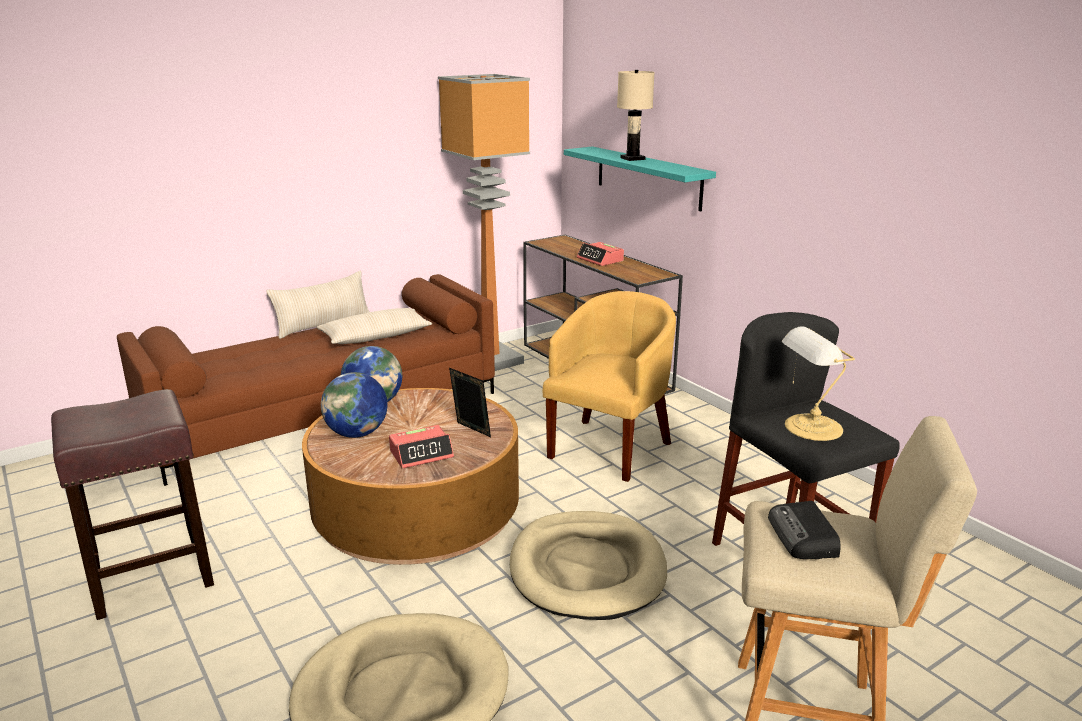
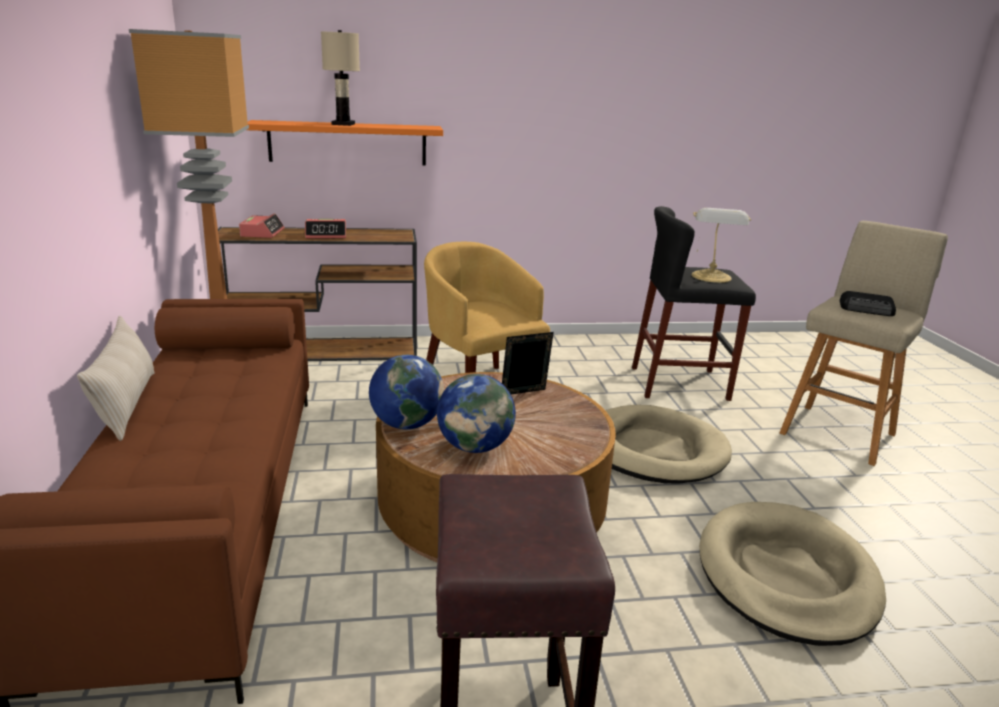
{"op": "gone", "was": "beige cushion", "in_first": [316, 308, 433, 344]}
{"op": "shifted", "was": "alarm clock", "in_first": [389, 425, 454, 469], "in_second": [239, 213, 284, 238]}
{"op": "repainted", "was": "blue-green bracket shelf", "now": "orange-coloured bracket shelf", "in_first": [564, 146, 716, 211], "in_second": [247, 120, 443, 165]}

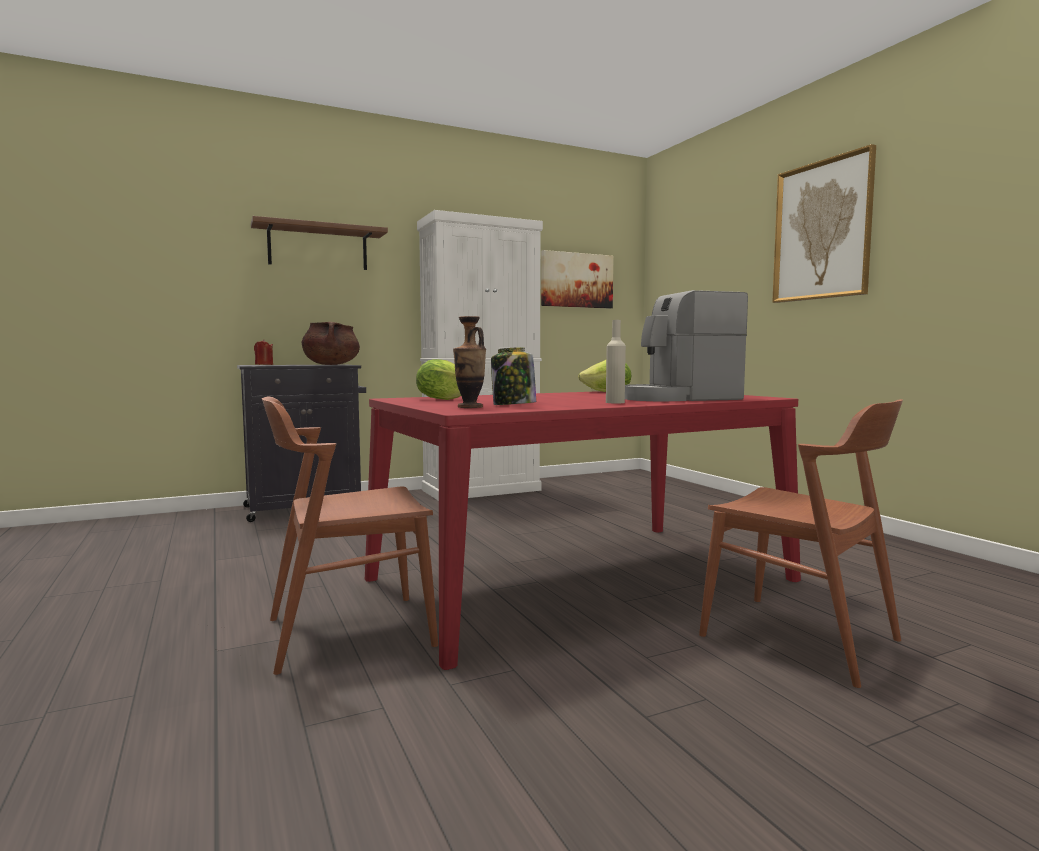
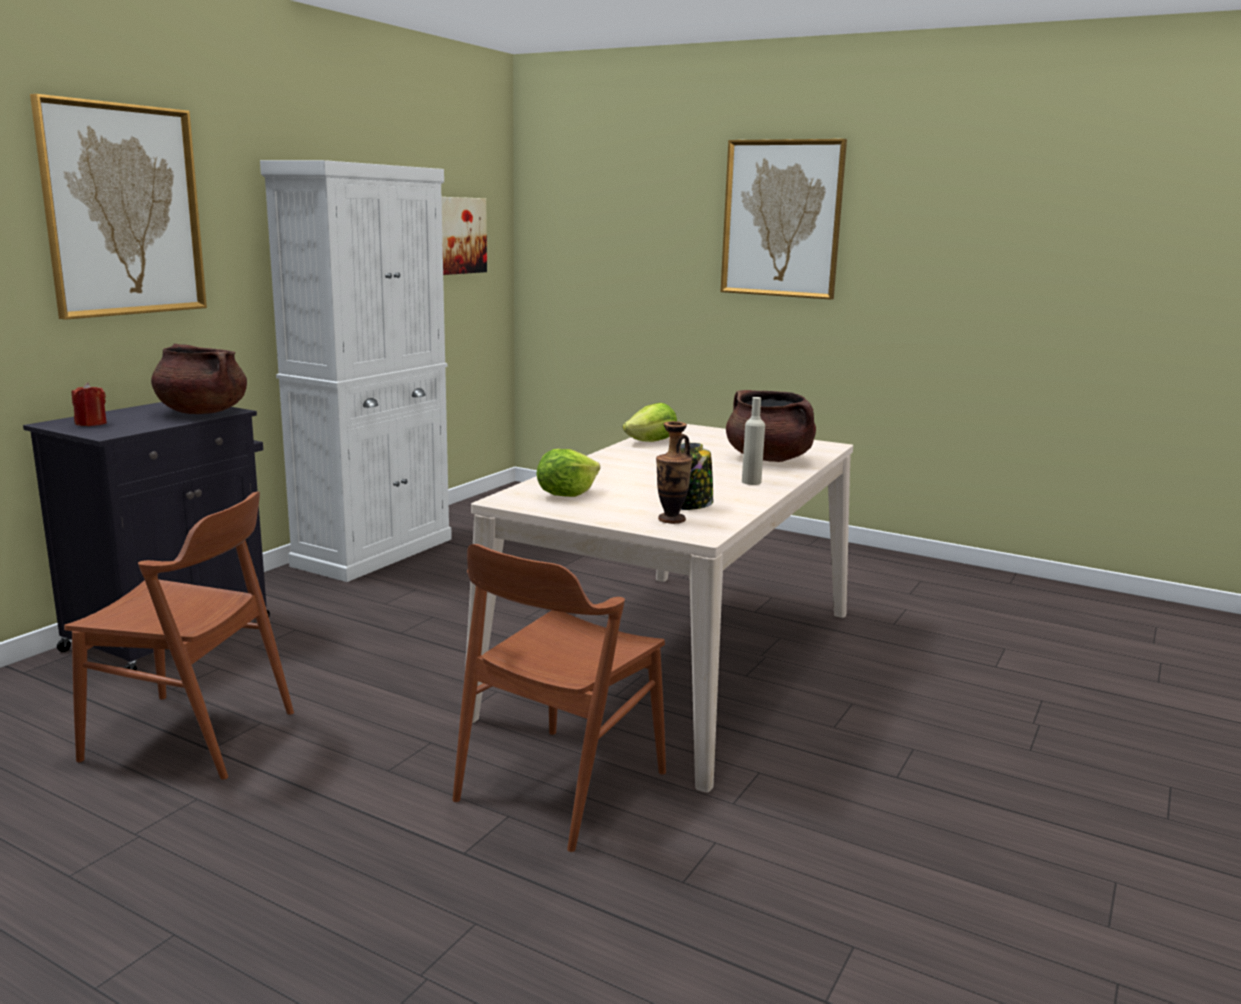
{"op": "swapped", "was": "brown bracket shelf", "now": "wall art", "in_first": [251, 216, 388, 270], "in_second": [30, 94, 207, 320]}
{"op": "repainted", "was": "red-coloured dining table", "now": "beige dining table", "in_first": [365, 391, 801, 670], "in_second": [465, 424, 853, 792]}
{"op": "swapped", "was": "coffee brewer", "now": "brown saucepot", "in_first": [625, 290, 748, 402], "in_second": [726, 390, 816, 462]}
{"op": "shifted", "was": "brown upright chair", "in_first": [699, 399, 903, 688], "in_second": [64, 491, 294, 780]}

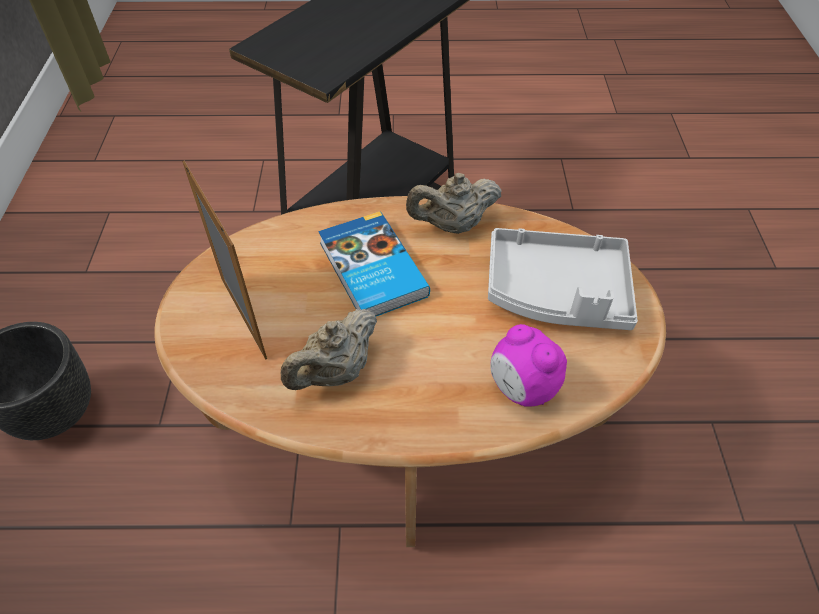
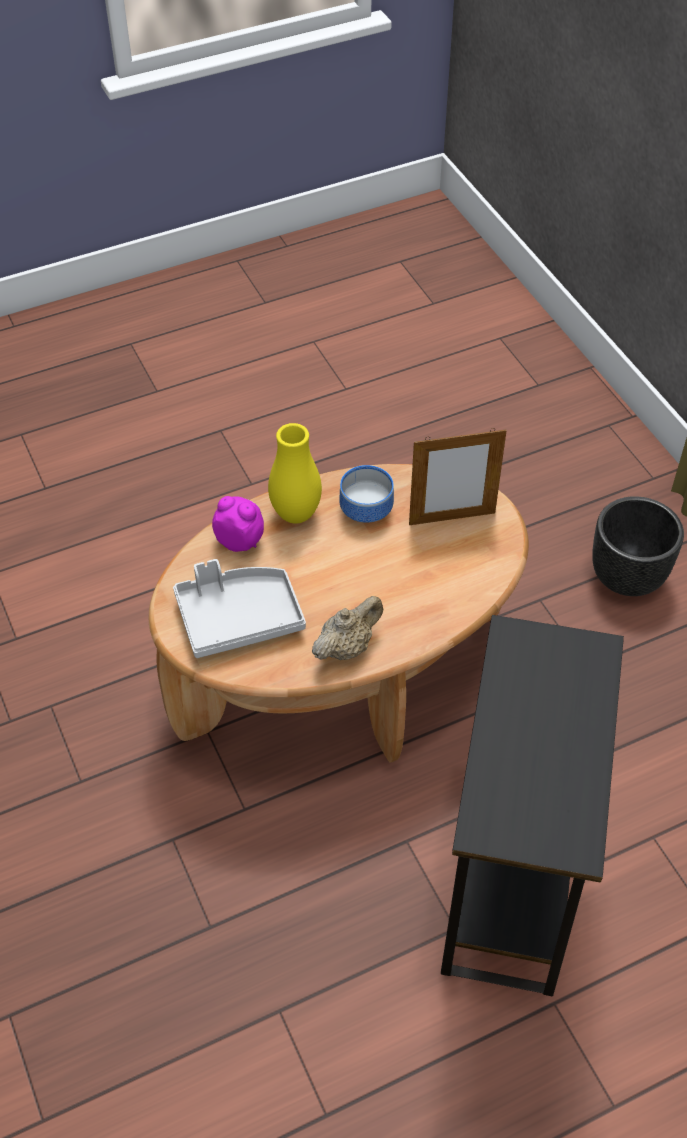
{"op": "rotated", "was": "photo frame", "in_first": [182, 161, 267, 360], "in_second": [409, 428, 507, 525], "clockwise": -45}
{"op": "swapped", "was": "beige teapot", "now": "deep dish", "in_first": [281, 309, 377, 390], "in_second": [339, 465, 394, 523]}
{"op": "gone", "was": "volume", "in_first": [318, 212, 430, 317]}
{"op": "new", "now": "yellow vase", "in_second": [268, 423, 322, 524]}

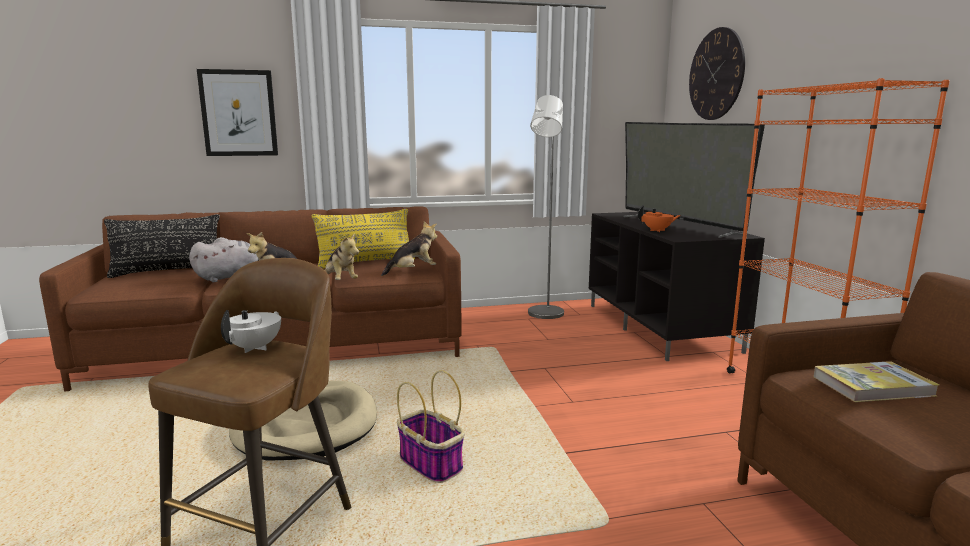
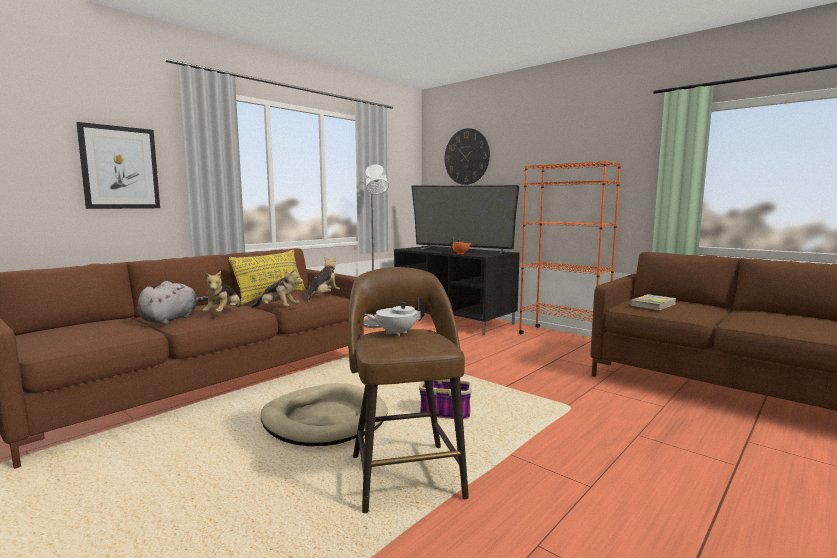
{"op": "gone", "was": "blackish cushion", "in_first": [104, 214, 220, 278]}
{"op": "rotated", "was": "whitish teapot", "in_first": [221, 310, 281, 353], "in_second": [365, 296, 425, 336], "clockwise": -90}

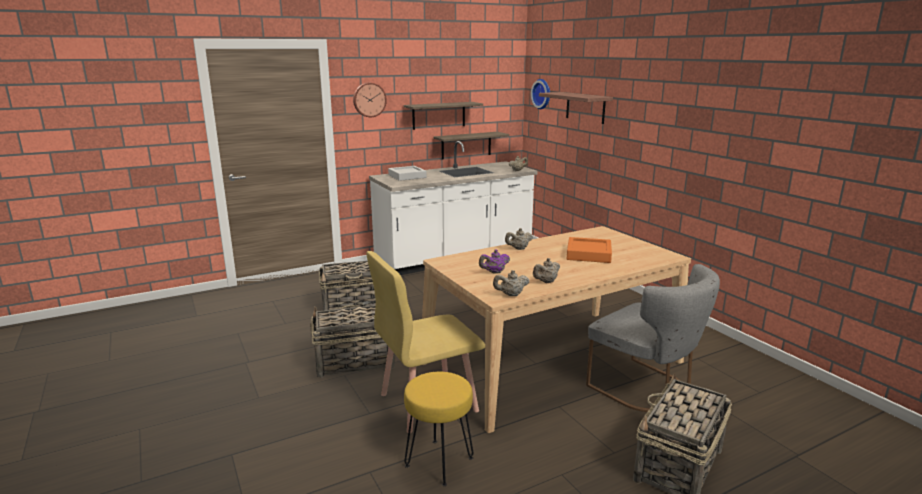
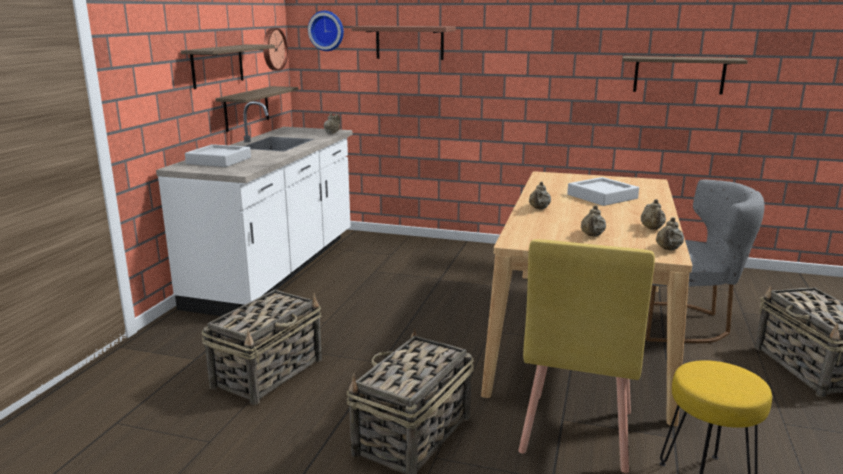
{"op": "shifted", "was": "clock on the wall", "in_first": [353, 83, 387, 117], "in_second": [263, 28, 288, 71]}
{"op": "repainted", "was": "purplish teapot", "now": "beige teapot", "in_first": [479, 250, 510, 274], "in_second": [581, 205, 606, 237]}
{"op": "repainted", "was": "orange-coloured tray", "now": "gray tray", "in_first": [567, 237, 612, 263], "in_second": [567, 177, 639, 206]}
{"op": "new", "now": "bracket shelf", "in_second": [622, 56, 748, 95]}

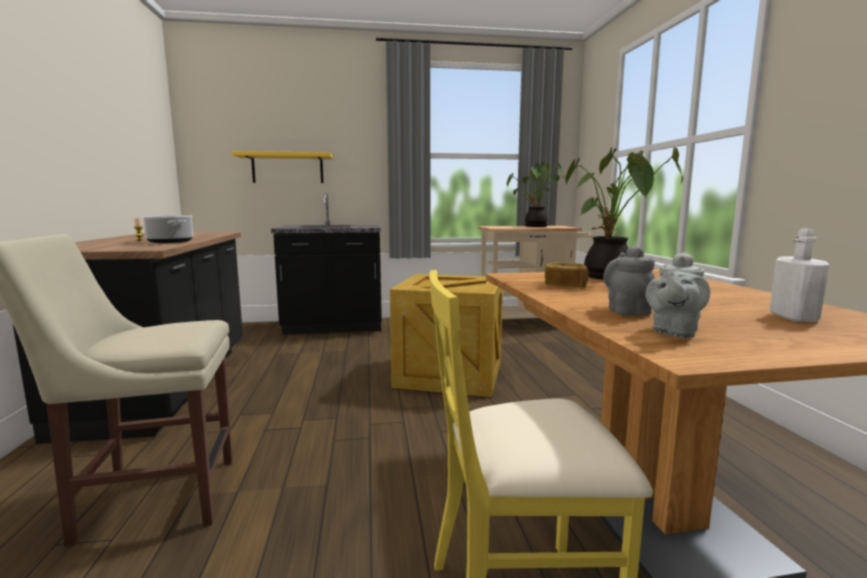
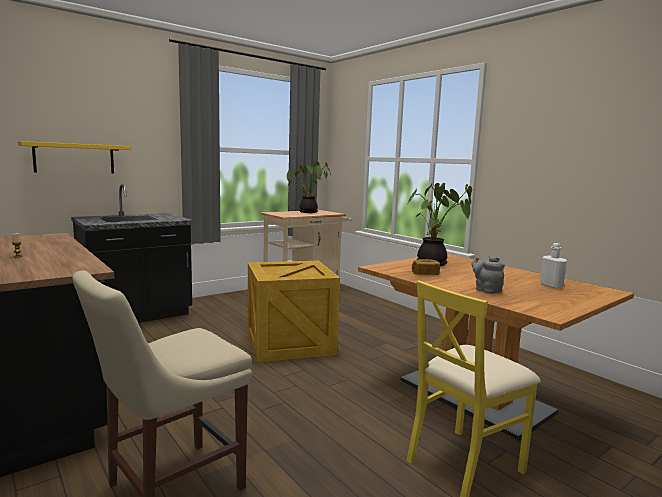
{"op": "gone", "was": "saucepot", "in_first": [142, 215, 193, 243]}
{"op": "gone", "was": "gray teapot", "in_first": [646, 252, 710, 338]}

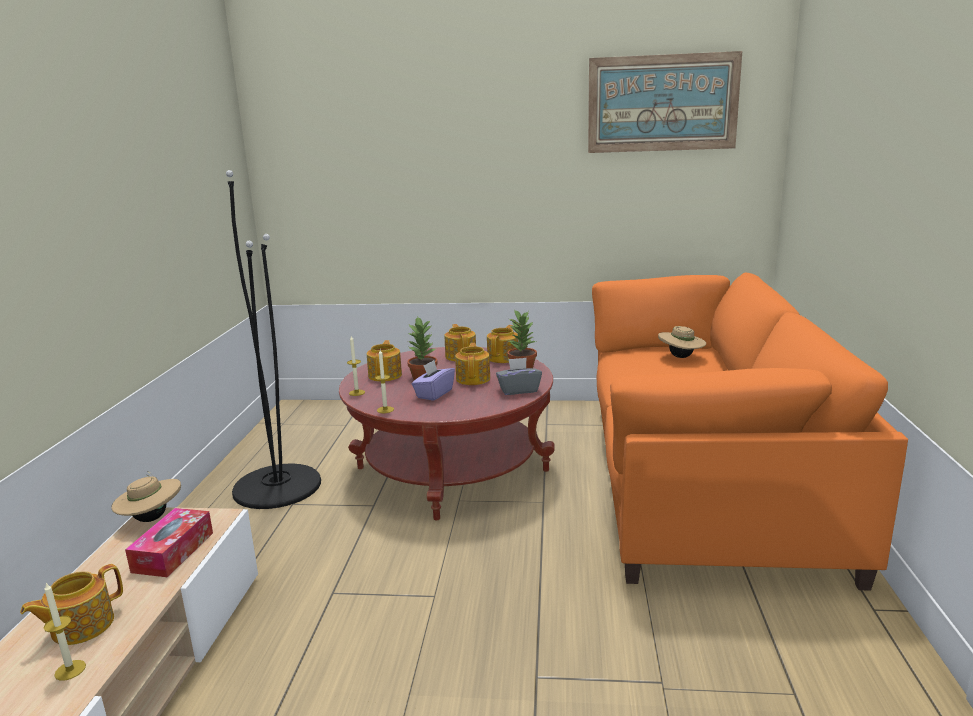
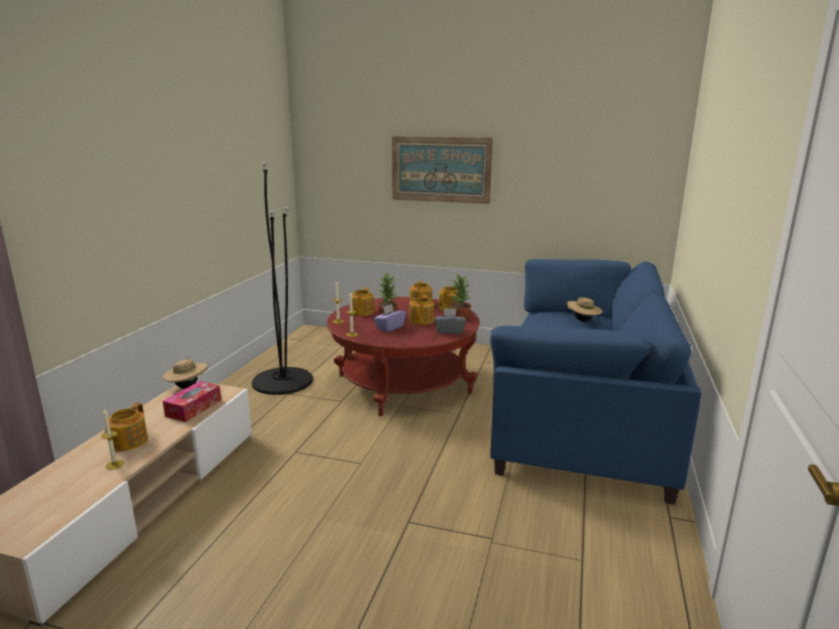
{"op": "rotated", "was": "teapot", "in_first": [20, 564, 123, 645], "in_second": [105, 403, 148, 451], "clockwise": -45}
{"op": "shifted", "was": "wall art", "in_first": [588, 51, 742, 153], "in_second": [392, 136, 493, 204]}
{"op": "repainted", "was": "orange-coloured couch", "now": "blue-coloured couch", "in_first": [592, 273, 908, 591], "in_second": [490, 259, 702, 505]}

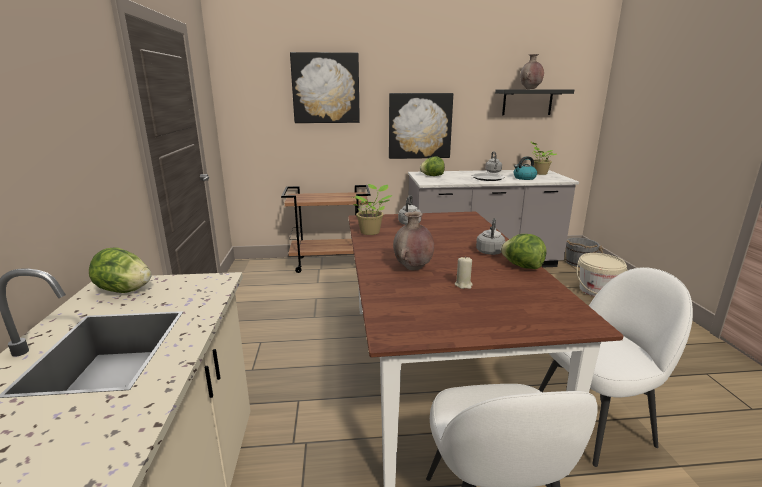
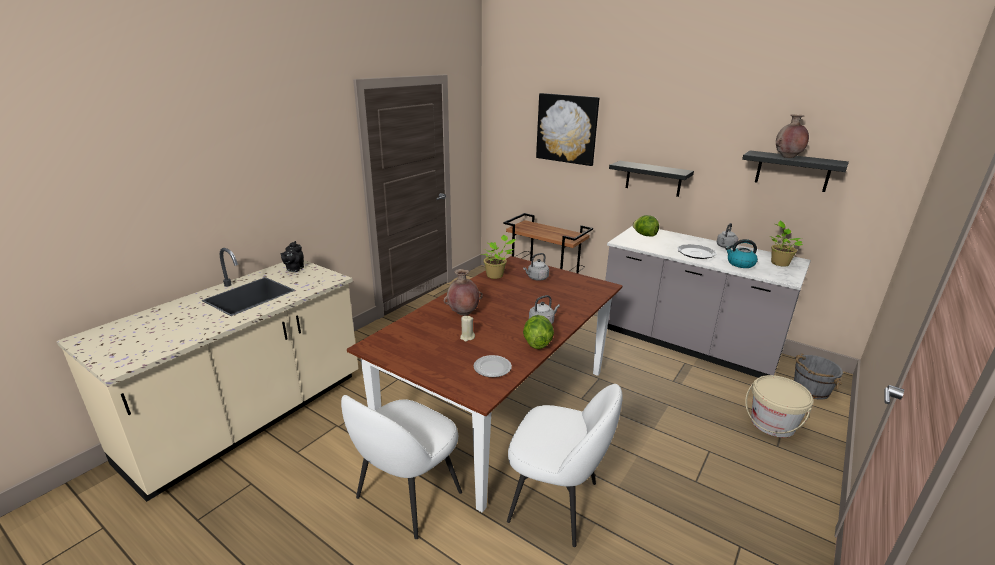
{"op": "swapped", "was": "lettuce", "now": "blackish teapot", "in_first": [89, 248, 152, 293], "in_second": [281, 241, 304, 272]}
{"op": "swapped", "was": "wall art", "now": "blackish bracket shelf", "in_first": [389, 93, 453, 159], "in_second": [609, 161, 694, 197]}
{"op": "new", "now": "flat dish", "in_second": [474, 355, 512, 377]}

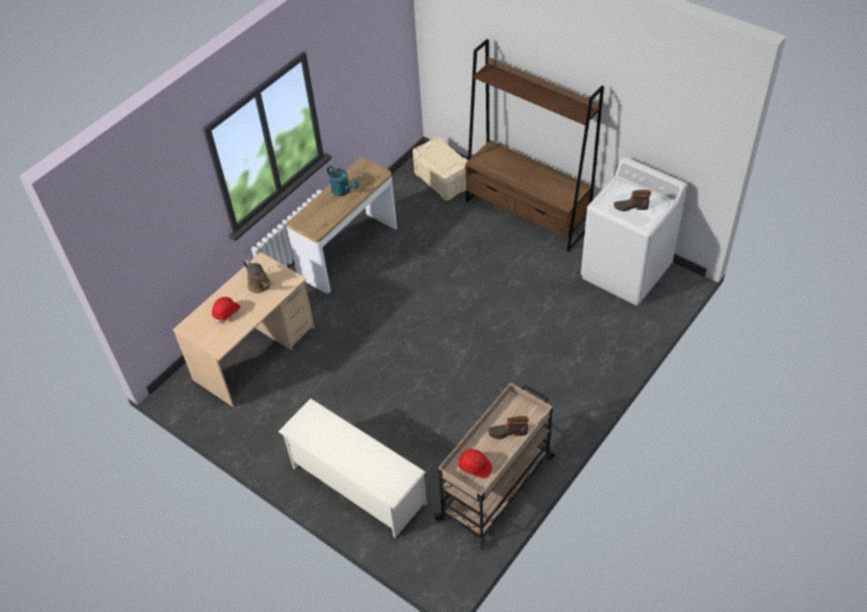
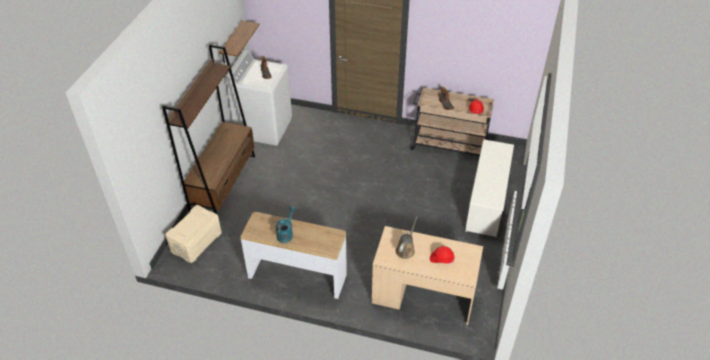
{"op": "new", "now": "bracket shelf", "in_second": [219, 21, 260, 64]}

